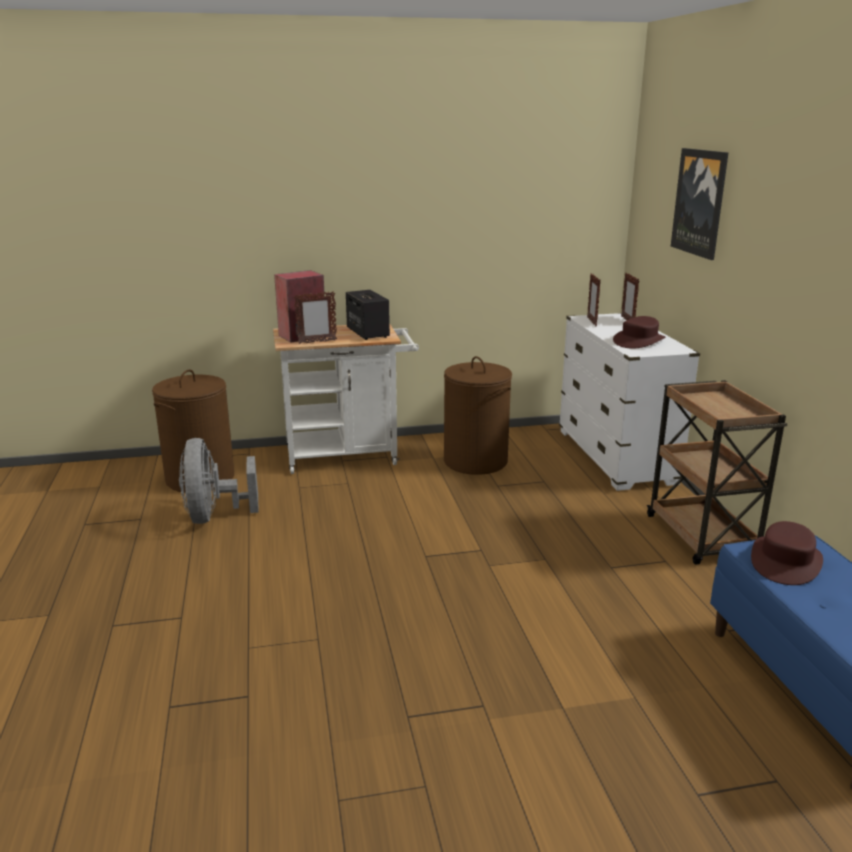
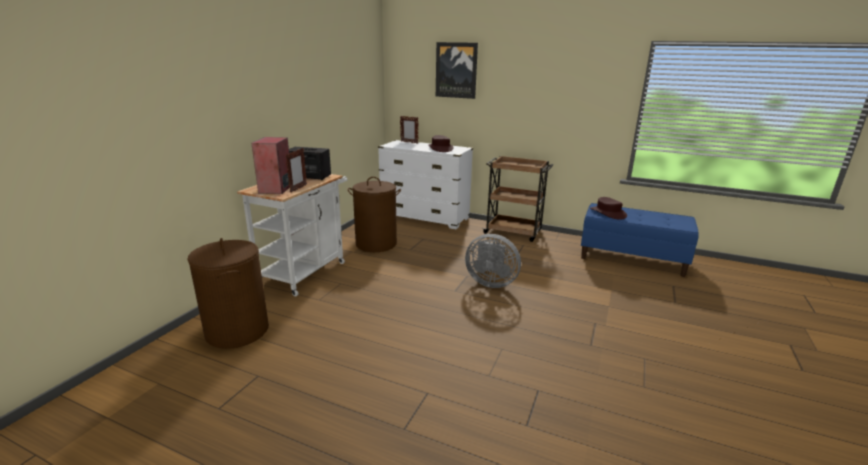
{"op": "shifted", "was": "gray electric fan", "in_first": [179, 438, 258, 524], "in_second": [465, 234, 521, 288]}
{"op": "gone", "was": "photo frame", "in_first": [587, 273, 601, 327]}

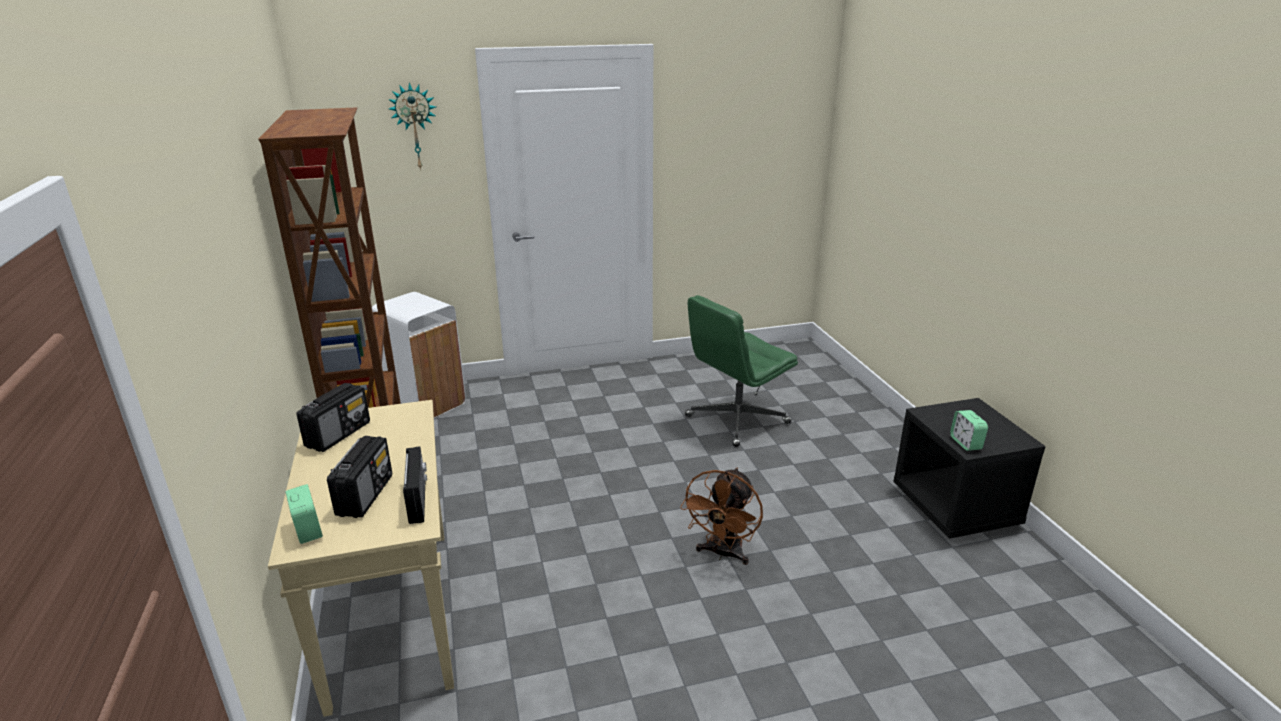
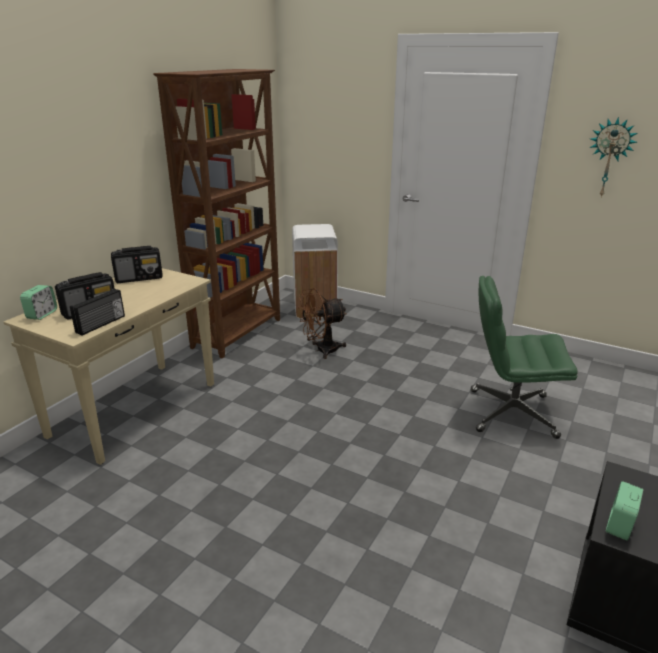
{"op": "shifted", "was": "clock on the wall", "in_first": [388, 82, 436, 170], "in_second": [590, 117, 637, 197]}
{"op": "shifted", "was": "brown electric fan", "in_first": [680, 468, 763, 565], "in_second": [298, 288, 347, 359]}

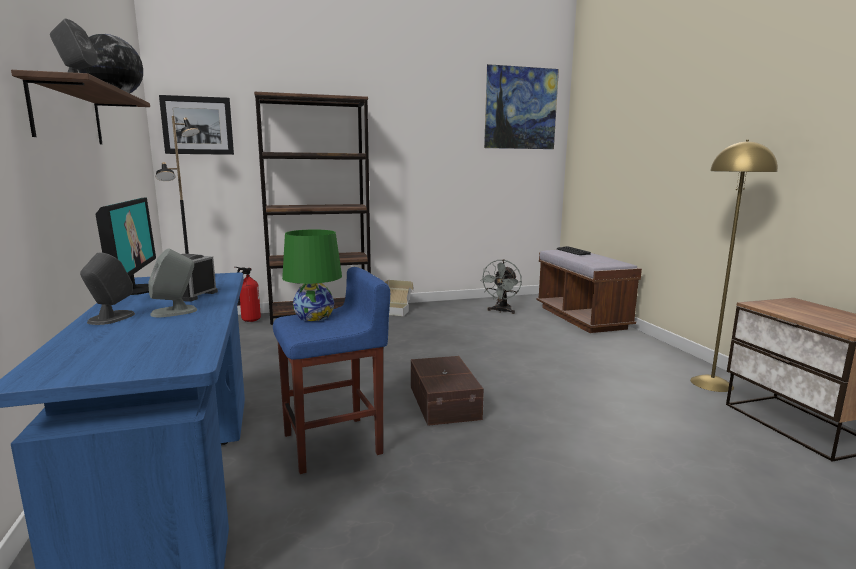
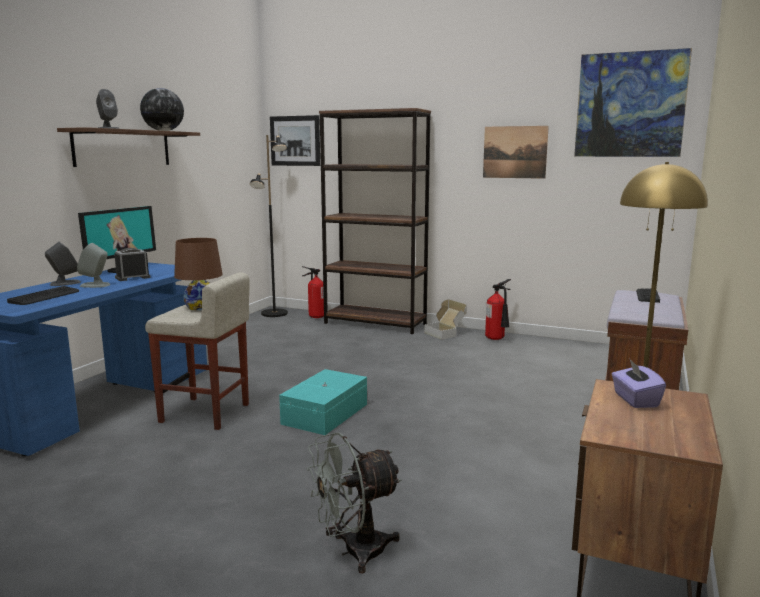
{"op": "repainted", "was": "blue-coloured stool", "now": "beige stool", "in_first": [273, 267, 390, 474], "in_second": [145, 272, 250, 430]}
{"op": "repainted", "was": "green-coloured tabletop lamp", "now": "brown tabletop lamp", "in_first": [282, 230, 342, 321], "in_second": [174, 238, 223, 311]}
{"op": "repainted", "was": "brown storage box", "now": "blue-green storage box", "in_first": [411, 356, 484, 426], "in_second": [279, 369, 367, 435]}
{"op": "shifted", "was": "gray electric fan", "in_first": [480, 259, 522, 314], "in_second": [307, 432, 402, 574]}
{"op": "new", "now": "keyboard", "in_second": [7, 286, 79, 305]}
{"op": "new", "now": "wall art", "in_second": [483, 126, 549, 179]}
{"op": "new", "now": "extinguisher", "in_second": [485, 279, 511, 340]}
{"op": "new", "now": "purplish tissue holder", "in_second": [612, 360, 666, 408]}

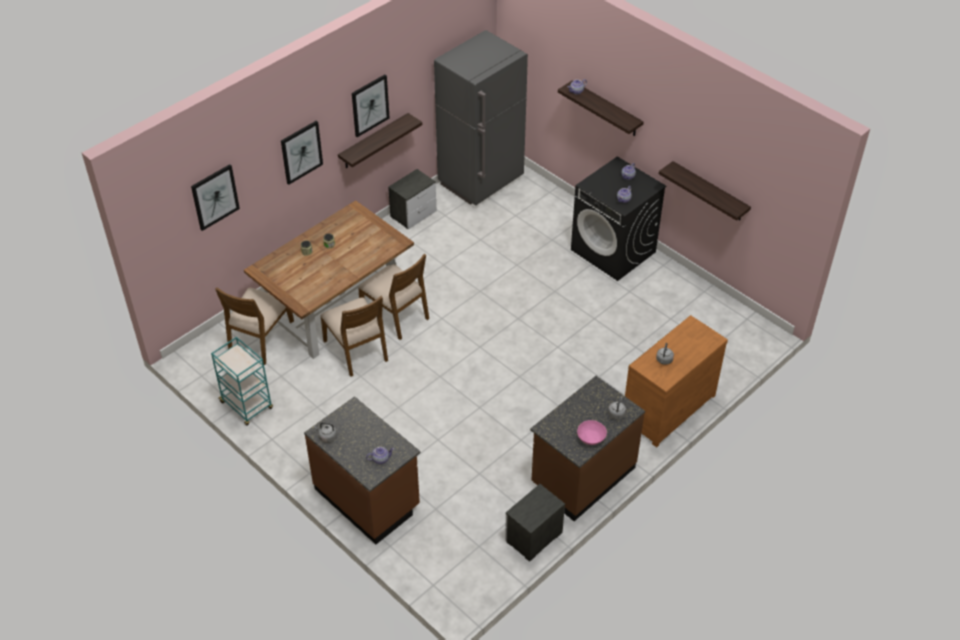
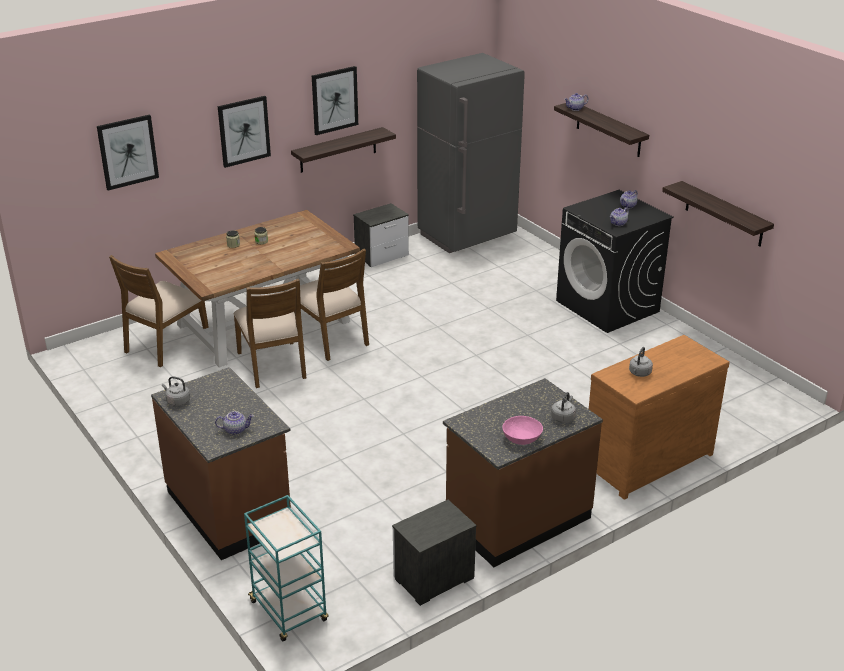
{"op": "shifted", "was": "blue-green trolley", "in_first": [211, 337, 273, 426], "in_second": [244, 495, 328, 642]}

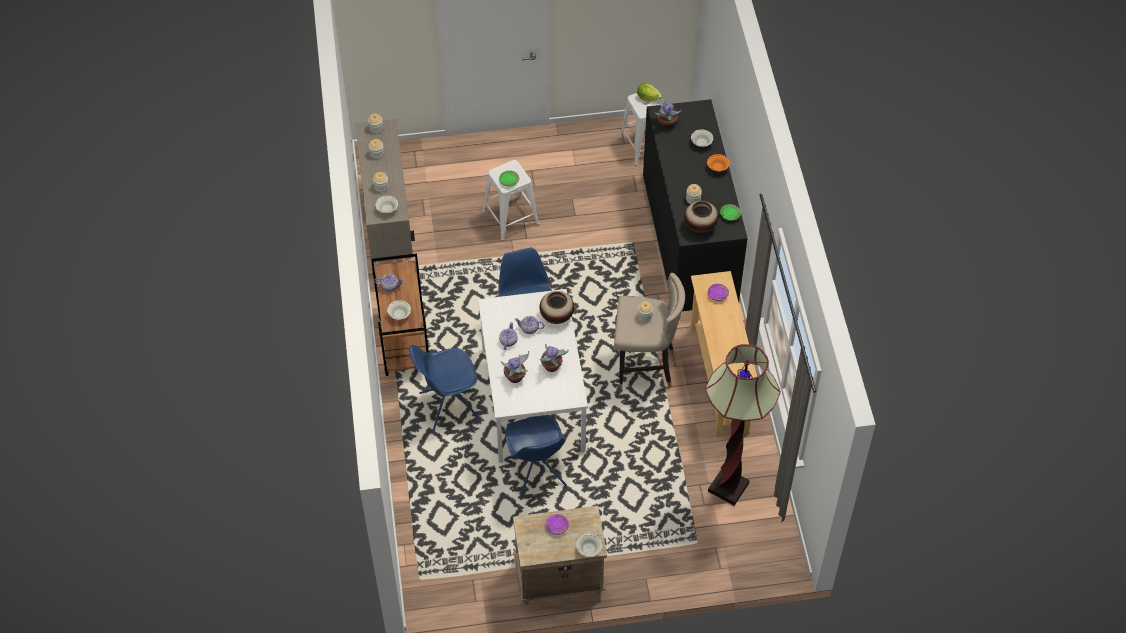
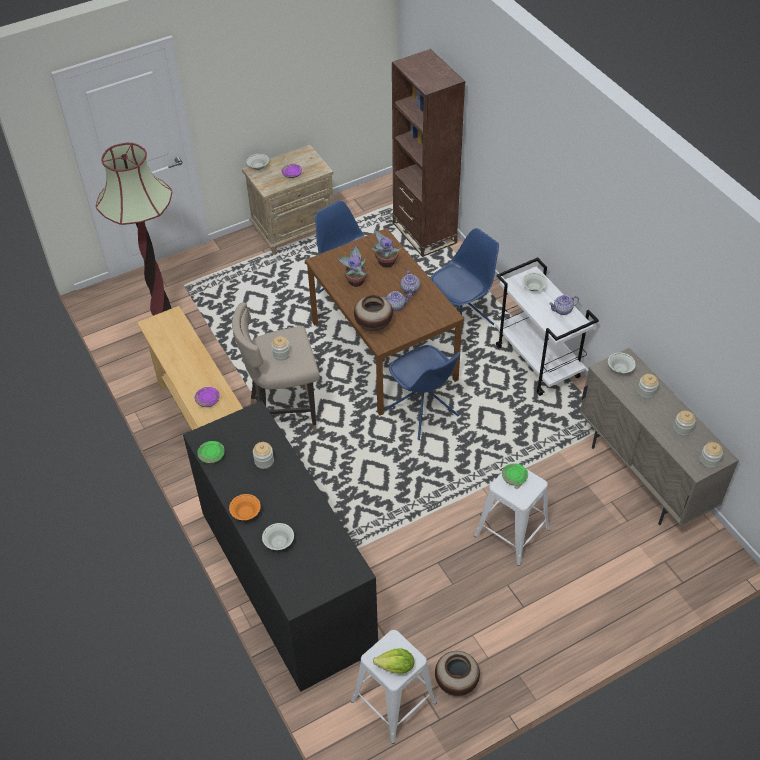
{"op": "repainted", "was": "brown trolley", "now": "whitish trolley", "in_first": [371, 254, 429, 376], "in_second": [496, 257, 599, 396]}
{"op": "repainted", "was": "whitish dining table", "now": "brown dining table", "in_first": [478, 289, 588, 463], "in_second": [305, 228, 464, 416]}
{"op": "gone", "was": "plant in a pot", "in_first": [655, 94, 682, 128]}
{"op": "shifted", "was": "vase", "in_first": [684, 201, 719, 233], "in_second": [435, 651, 480, 696]}
{"op": "new", "now": "brown bookshelf", "in_second": [392, 49, 465, 257]}

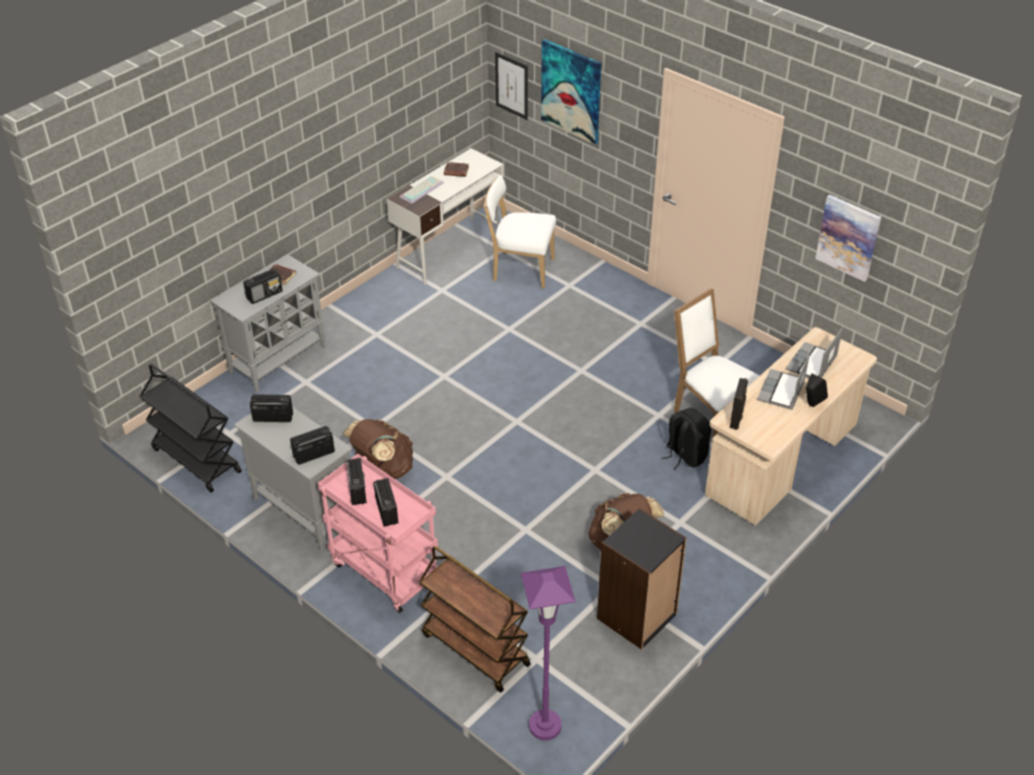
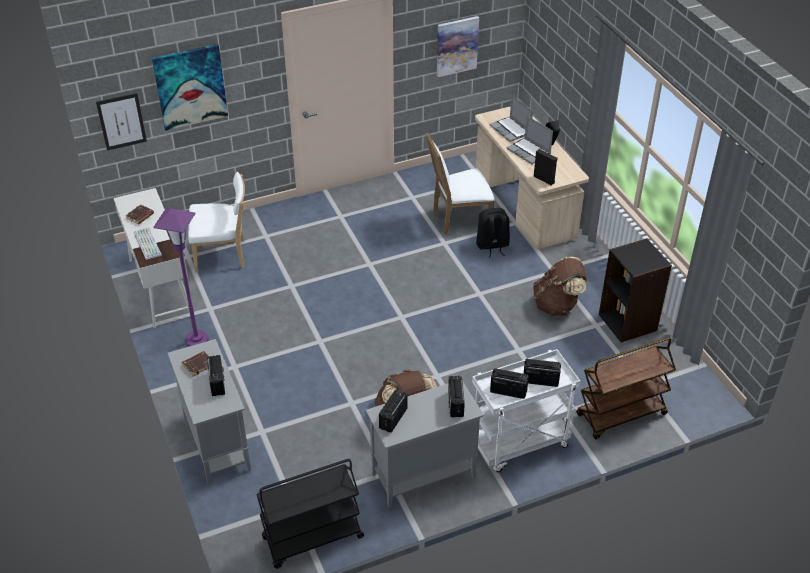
{"op": "repainted", "was": "pink-coloured trolley", "now": "whitish trolley", "in_first": [318, 454, 438, 613], "in_second": [472, 349, 580, 472]}
{"op": "rotated", "was": "whitish upright chair", "in_first": [484, 175, 556, 289], "in_second": [188, 172, 245, 273], "clockwise": -135}
{"op": "shifted", "was": "purplish standing lamp", "in_first": [521, 566, 576, 740], "in_second": [153, 208, 209, 347]}

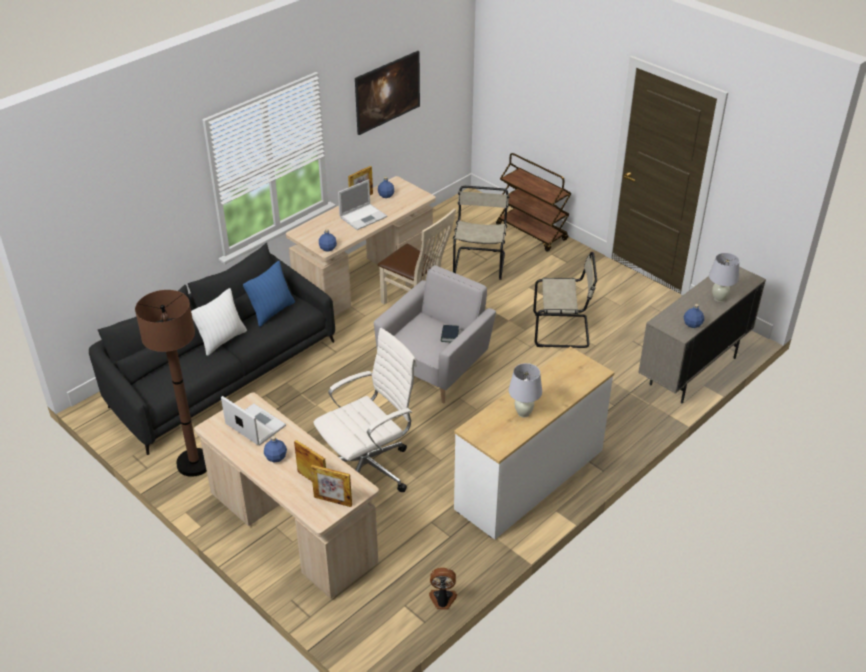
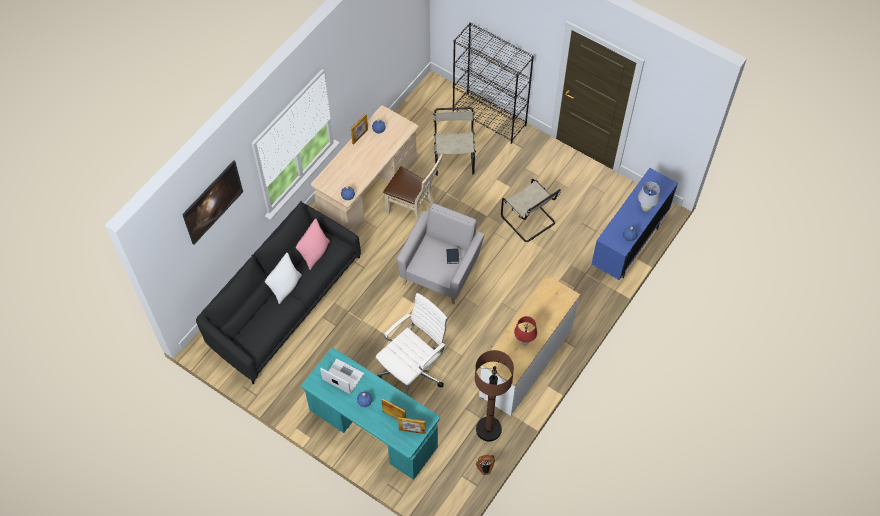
{"op": "shifted", "was": "brown standing lamp", "in_first": [135, 290, 207, 477], "in_second": [475, 350, 514, 441]}
{"op": "repainted", "was": "beige desk table", "now": "blue-green desk table", "in_first": [194, 392, 379, 599], "in_second": [301, 348, 440, 480]}
{"op": "repainted", "was": "blue-coloured cushion", "now": "pink-coloured cushion", "in_first": [243, 261, 295, 327], "in_second": [296, 219, 330, 270]}
{"op": "gone", "was": "notebook computer", "in_first": [338, 179, 387, 230]}
{"op": "shifted", "was": "wall art", "in_first": [355, 51, 420, 135], "in_second": [182, 160, 243, 245]}
{"op": "swapped", "was": "brown trolley", "now": "blackish bookshelf", "in_first": [496, 153, 572, 252], "in_second": [453, 22, 534, 144]}
{"op": "repainted", "was": "whitish tabletop lamp", "now": "red-coloured tabletop lamp", "in_first": [509, 363, 542, 418], "in_second": [514, 316, 537, 345]}
{"op": "rotated", "was": "beige upright chair", "in_first": [533, 252, 597, 348], "in_second": [501, 179, 561, 242], "clockwise": 60}
{"op": "repainted", "was": "beige cabinet", "now": "blue-coloured cabinet", "in_first": [638, 267, 766, 403], "in_second": [591, 168, 678, 280]}

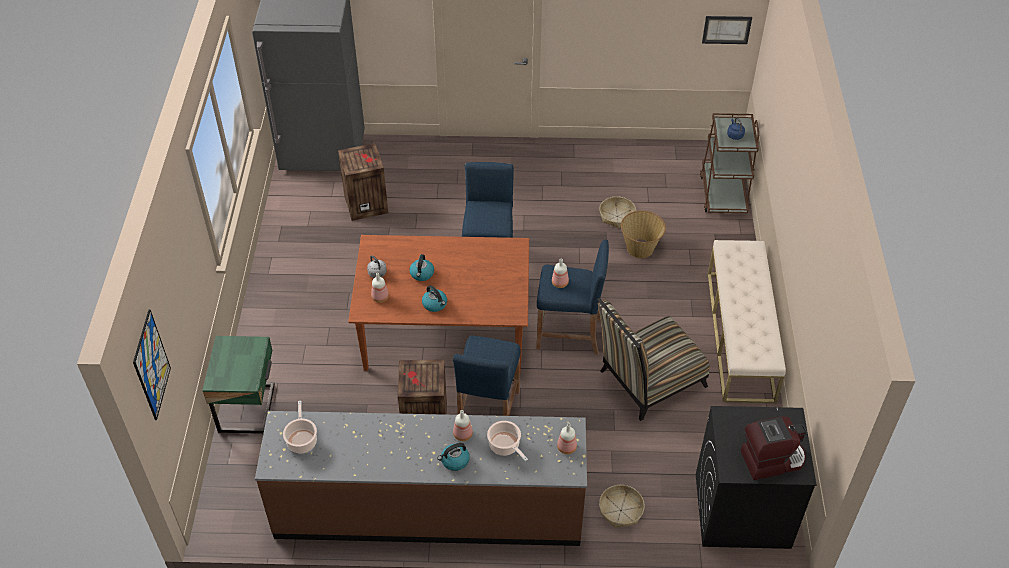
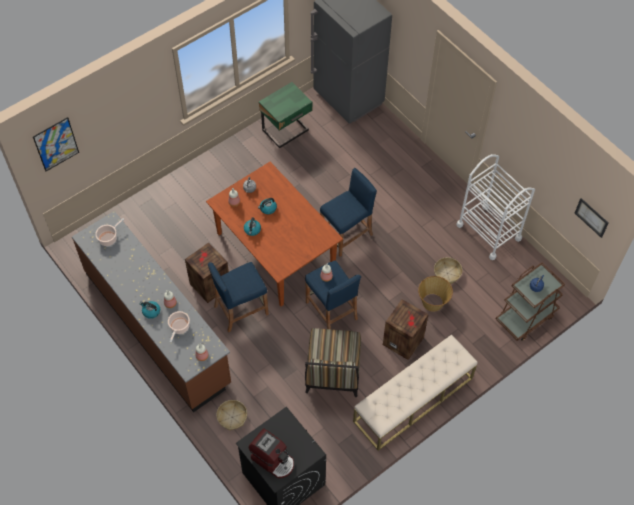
{"op": "shifted", "was": "green-coloured bedside table", "in_first": [202, 336, 275, 434], "in_second": [259, 82, 312, 148]}
{"op": "shifted", "was": "packing crate", "in_first": [338, 143, 388, 221], "in_second": [383, 299, 429, 360]}
{"op": "rotated", "was": "upright chair", "in_first": [597, 298, 709, 421], "in_second": [305, 328, 361, 397], "clockwise": -105}
{"op": "new", "now": "whitish trolley", "in_second": [456, 154, 535, 260]}

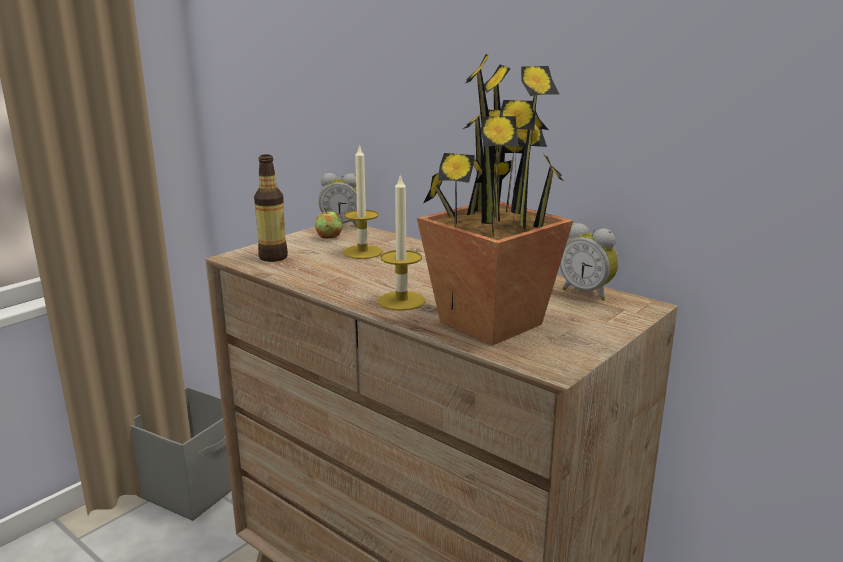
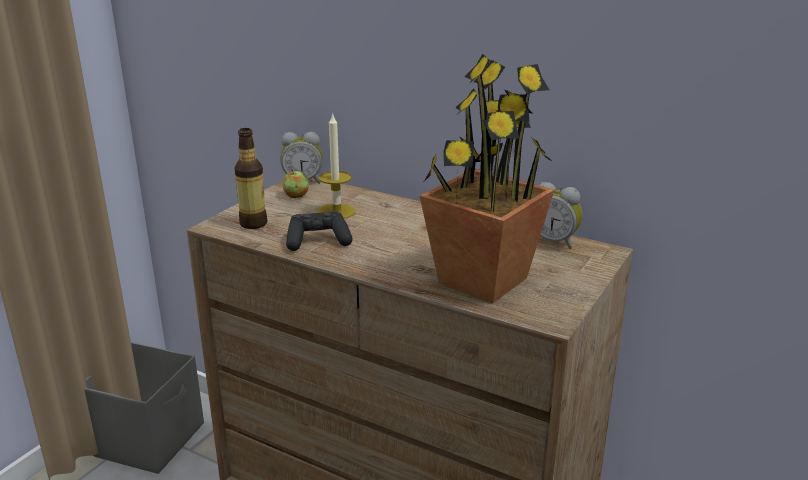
{"op": "gone", "was": "wax candle", "in_first": [378, 173, 426, 311]}
{"op": "new", "now": "blackish gamepad", "in_second": [286, 211, 353, 251]}

